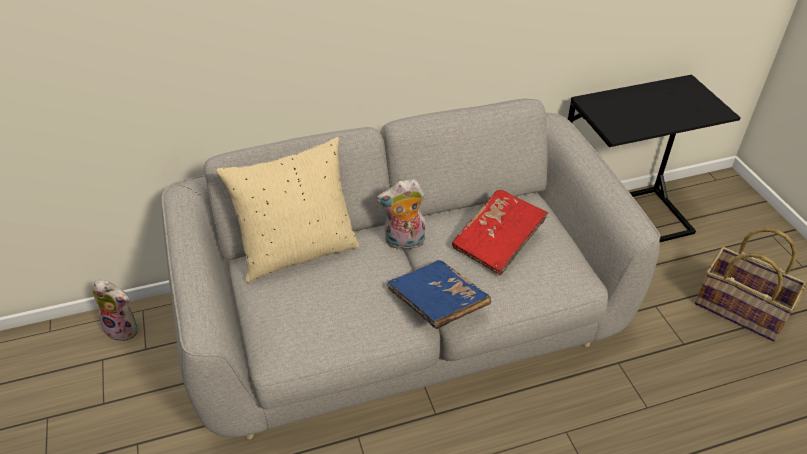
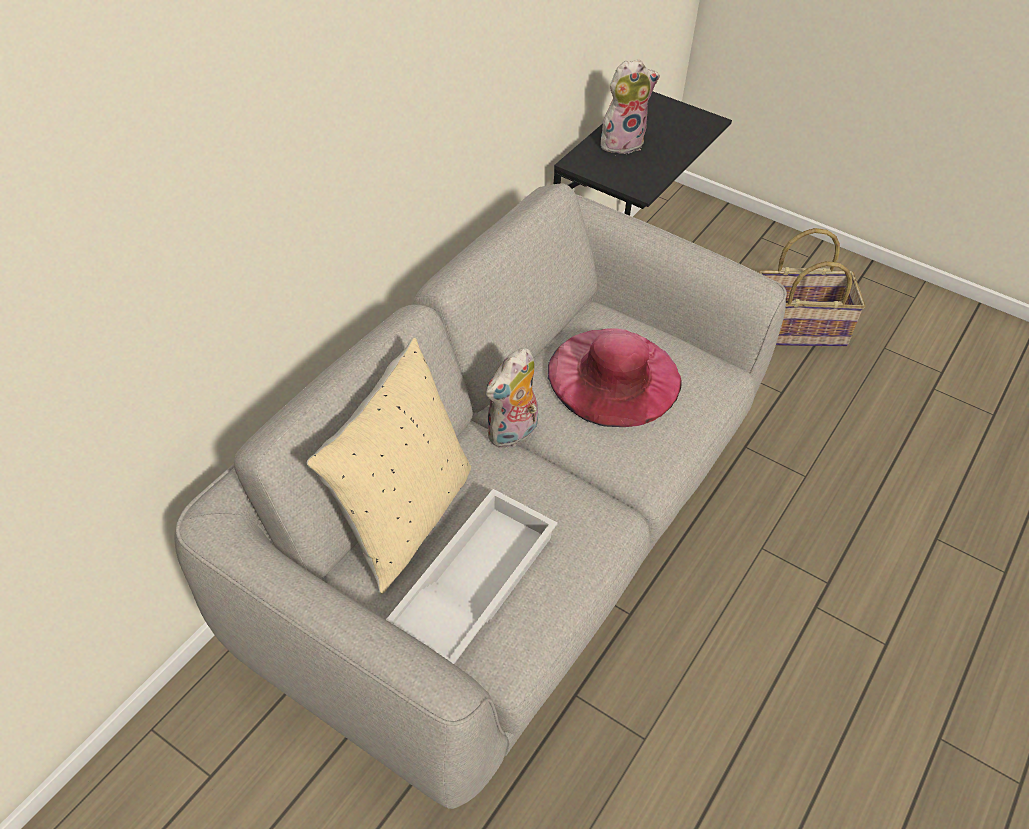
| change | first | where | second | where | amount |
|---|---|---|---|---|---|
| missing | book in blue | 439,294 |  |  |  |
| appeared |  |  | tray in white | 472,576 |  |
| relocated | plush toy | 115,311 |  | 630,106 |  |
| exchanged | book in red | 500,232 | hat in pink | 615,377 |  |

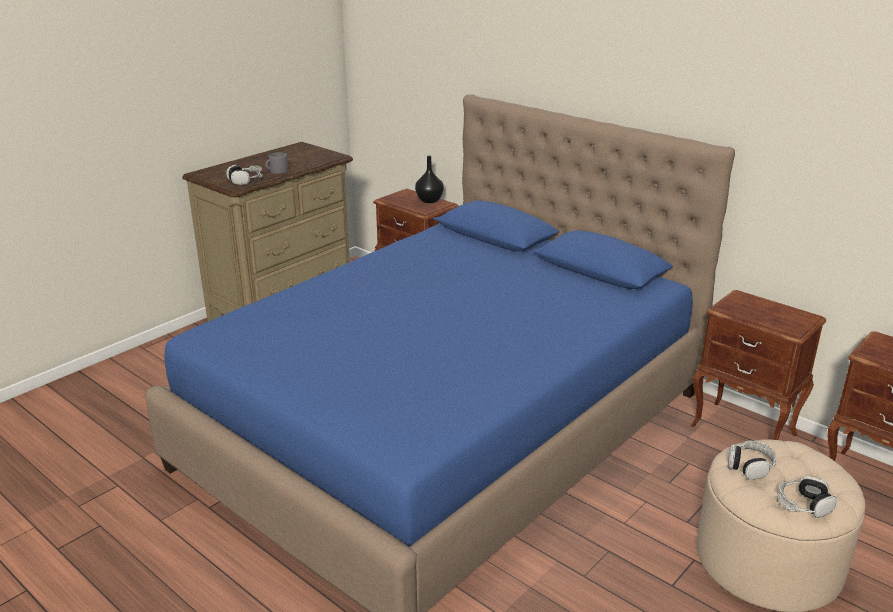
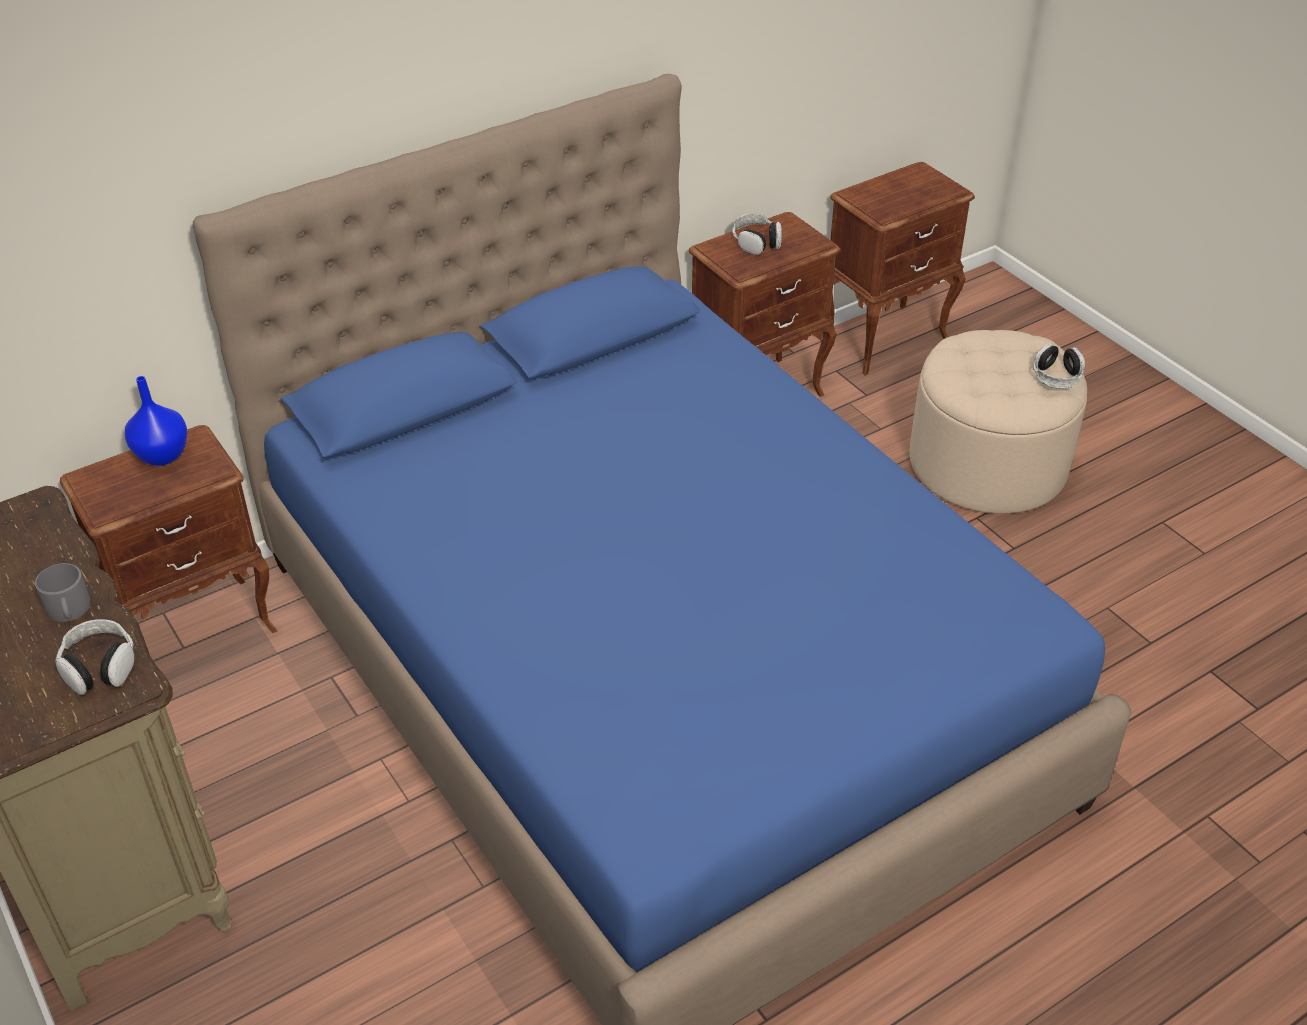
| change | first | where | second | where | amount |
|---|---|---|---|---|---|
| relocated | headphones | 752,460 |  | 757,234 |  |
| colour | vase in black | 429,179 | vase in blue | 156,421 |  |

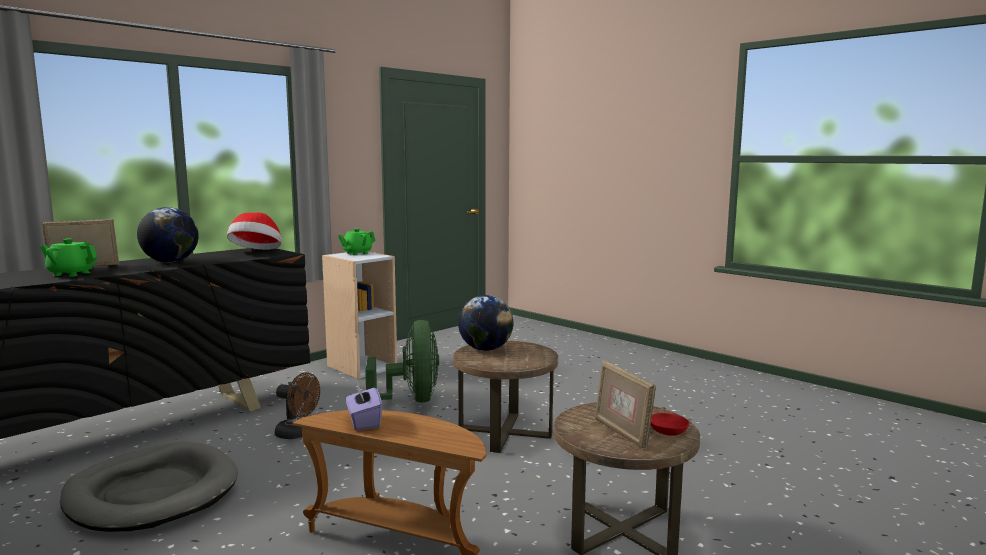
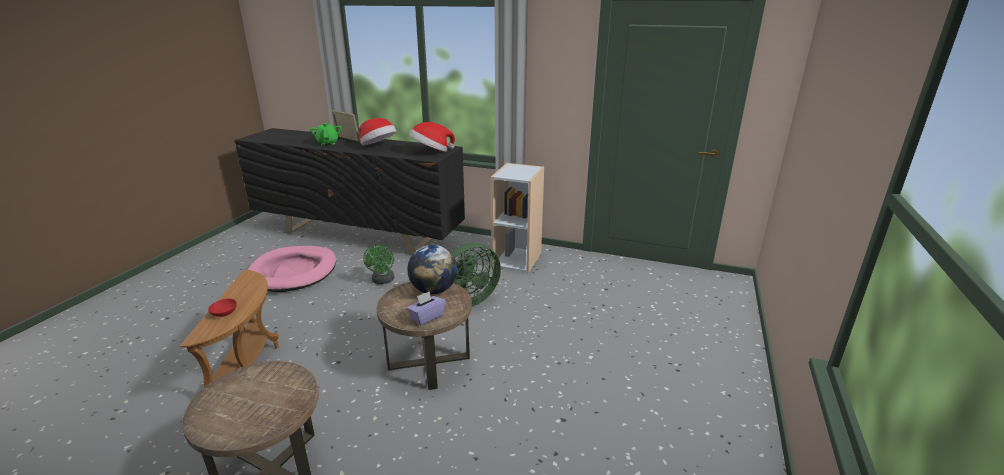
| change | first | where | second | where | amount |
|---|---|---|---|---|---|
| missing | teapot in green | 356,241 |  |  |  |
| missing | picture frame | 625,404 |  |  |  |
| relocated | tissue box in purple | 364,406 |  | 426,308 |  |
| relocated | bowl in red | 670,424 |  | 222,308 |  |
| exchanged | globe | 168,235 | hat | 378,131 |  |
| colour | dog bed in grey | 149,487 | dog bed in pink | 291,269 |  |
| colour | fan in brown | 297,405 | fan in green | 378,264 |  |

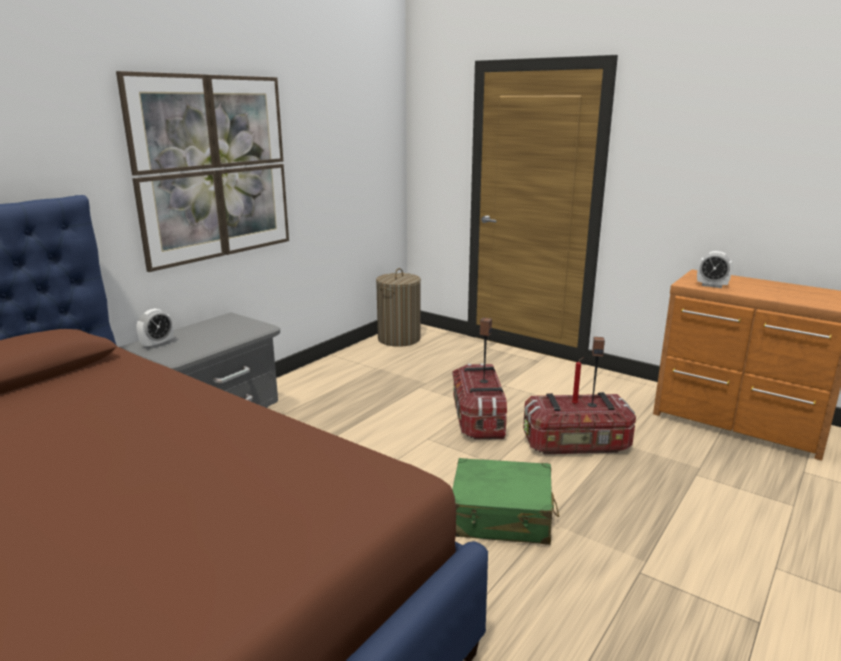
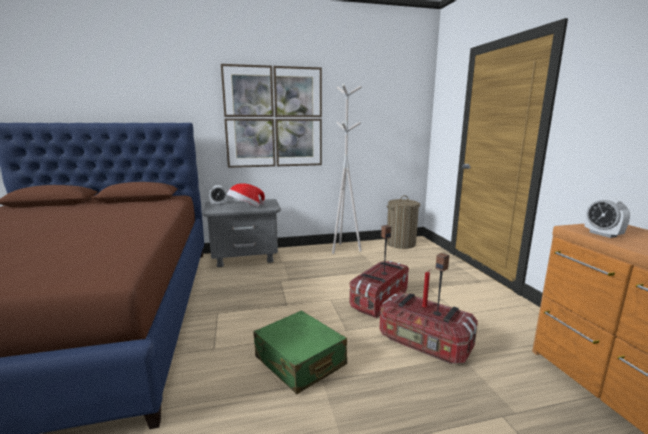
| change | first | where | second | where | amount |
|---|---|---|---|---|---|
| appeared |  |  | hat | 246,195 |  |
| appeared |  |  | clothes rack in grey | 347,169 |  |

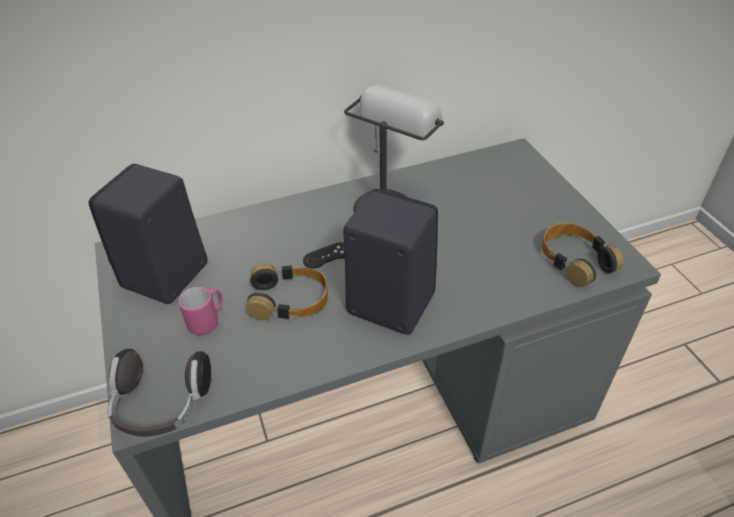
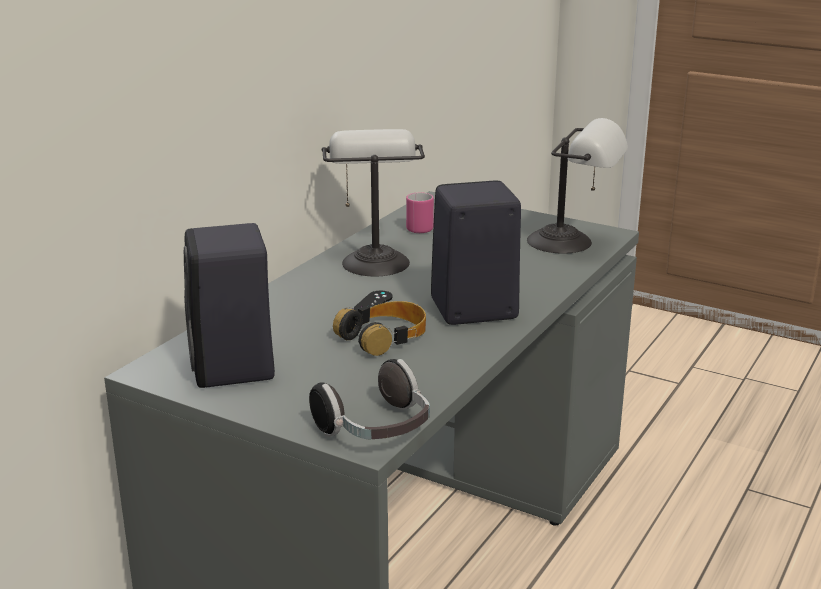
| change | first | where | second | where | amount |
|---|---|---|---|---|---|
| relocated | mug in pink | 200,311 |  | 420,212 |  |
| exchanged | headphones | 583,255 | table lamp | 577,186 |  |

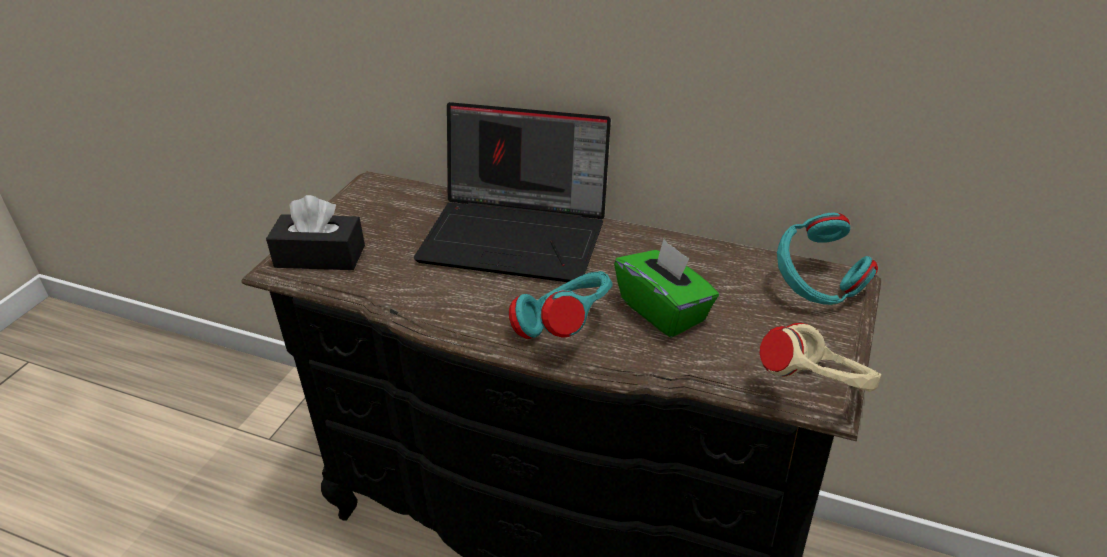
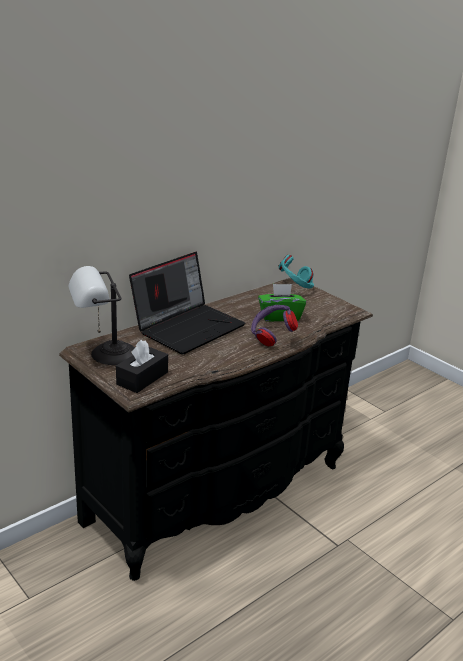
| change | first | where | second | where | amount |
|---|---|---|---|---|---|
| missing | headphones in beige | 820,357 |  |  |  |
| appeared |  |  | table lamp | 102,315 |  |
| colour | headphones in turquoise | 560,305 | headphones in purple | 274,325 |  |

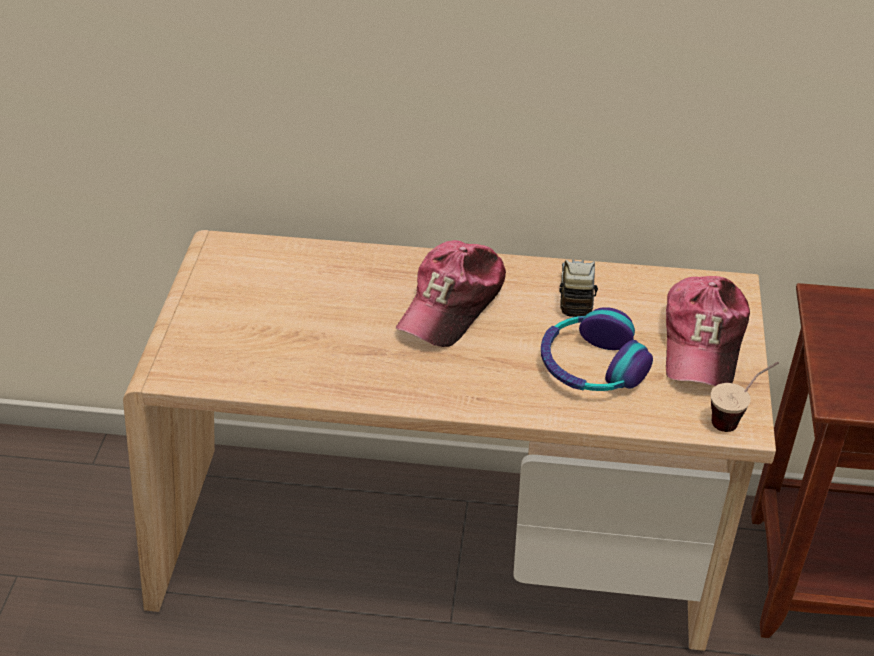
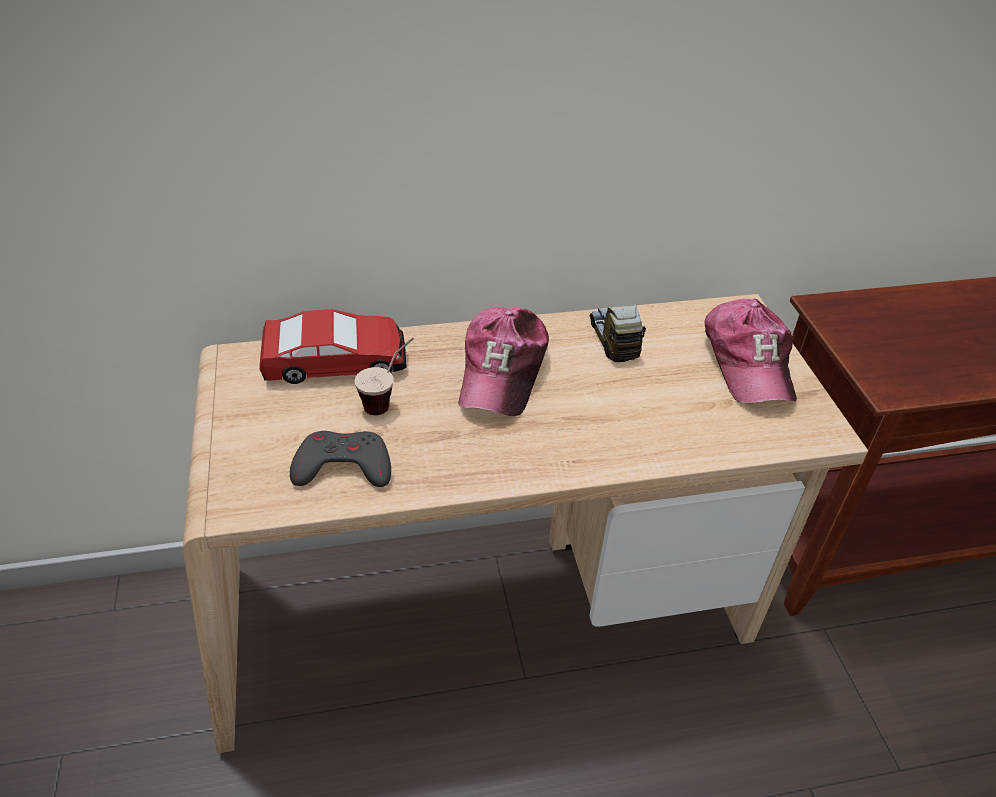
| change | first | where | second | where | amount |
|---|---|---|---|---|---|
| missing | headphones | 597,349 |  |  |  |
| appeared |  |  | toy car | 332,346 |  |
| appeared |  |  | game controller in grey | 340,459 |  |
| relocated | cup | 745,397 |  | 384,376 |  |

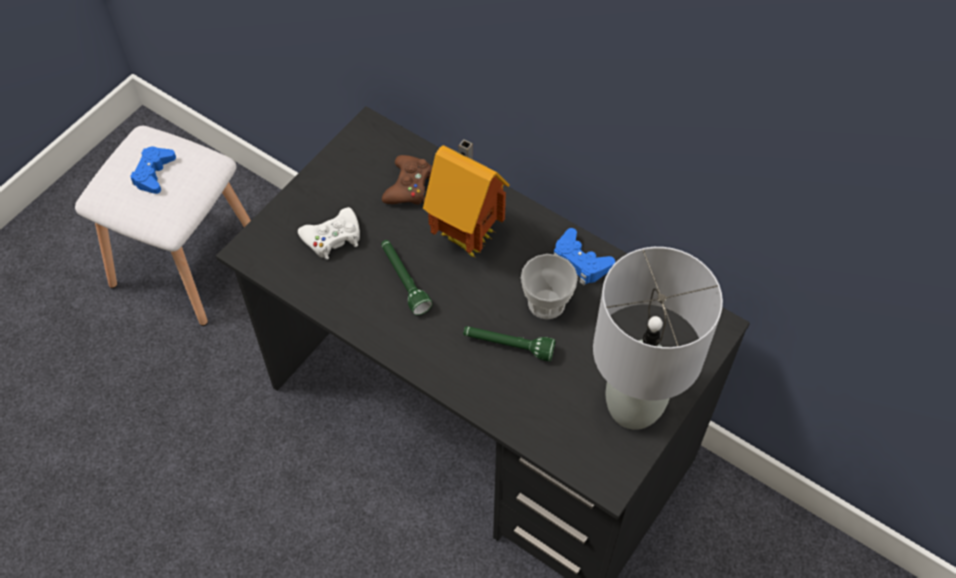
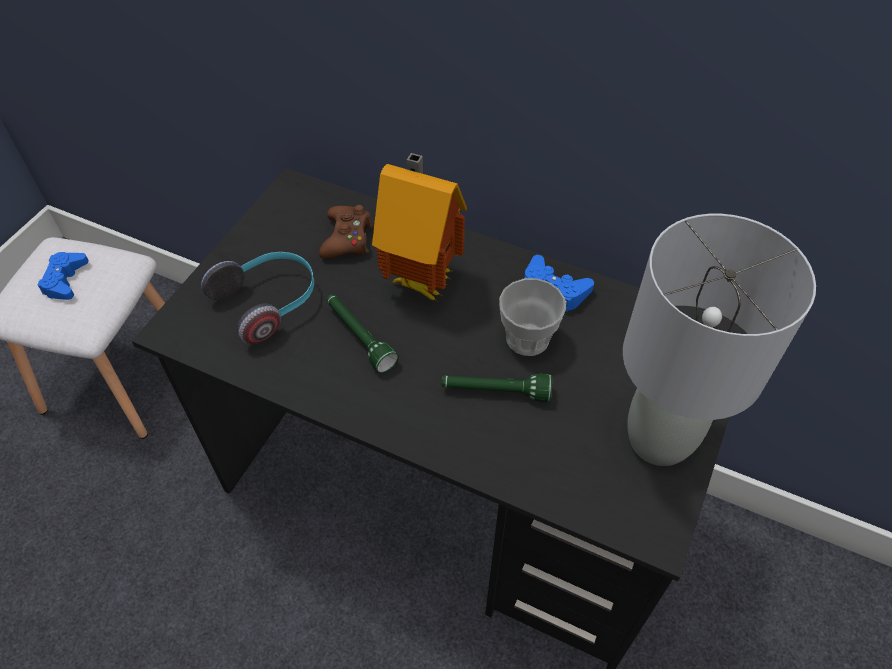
| change | first | where | second | where | amount |
|---|---|---|---|---|---|
| exchanged | game controller in white | 329,233 | headphones | 257,298 |  |

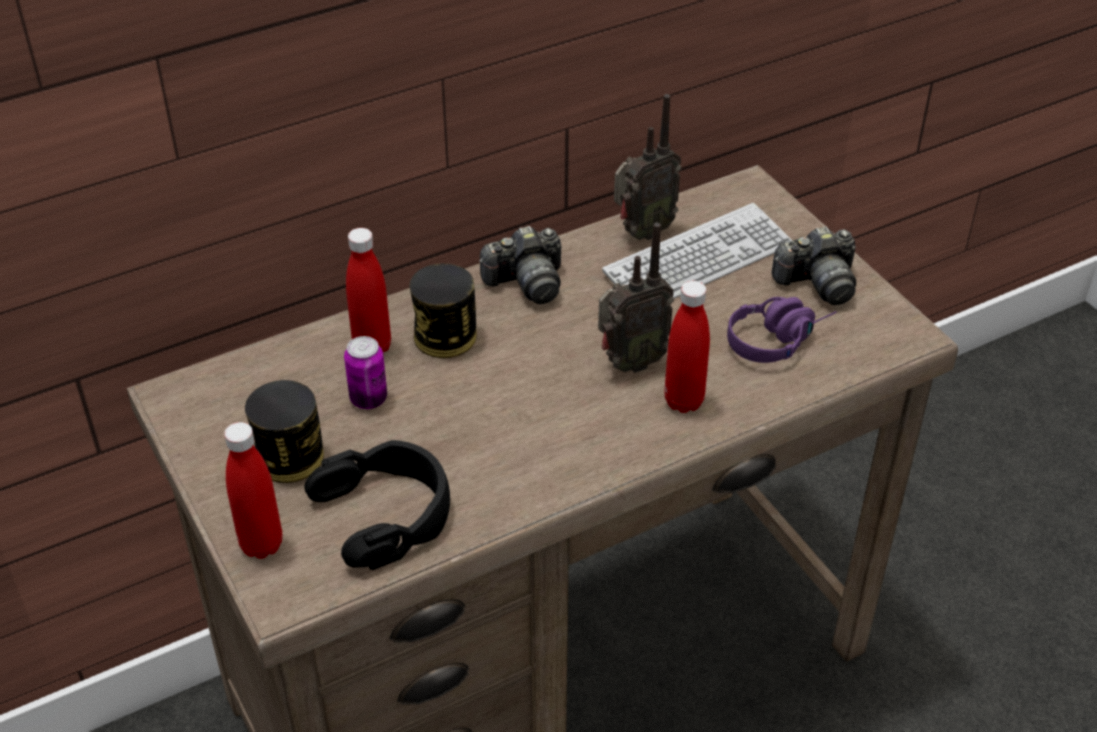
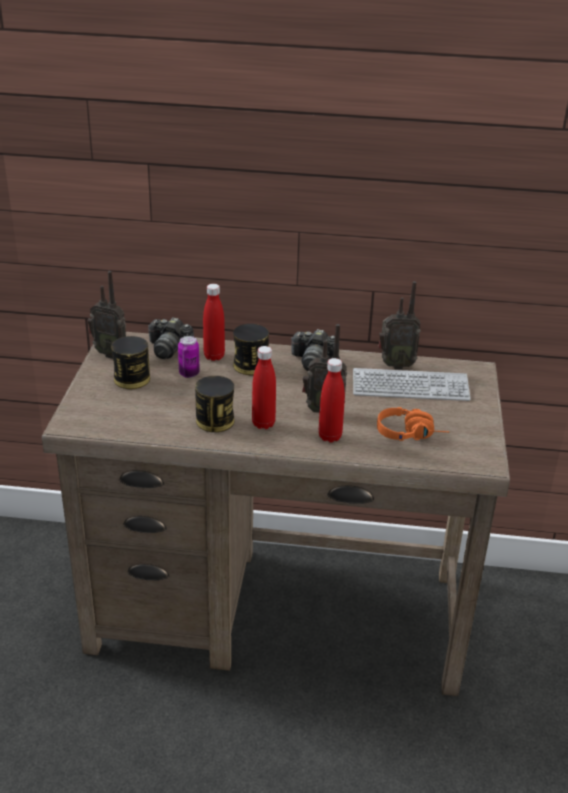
| change | first | where | second | where | amount |
|---|---|---|---|---|---|
| missing | headphones in black | 377,505 |  |  |  |
| appeared |  |  | radio | 107,315 |  |
| appeared |  |  | can | 214,404 |  |
| relocated | bottle in red | 253,490 |  | 264,387 |  |
| relocated | photo camera | 814,265 |  | 171,338 |  |
| colour | headphones in purple | 782,330 | headphones in orange | 413,424 |  |

